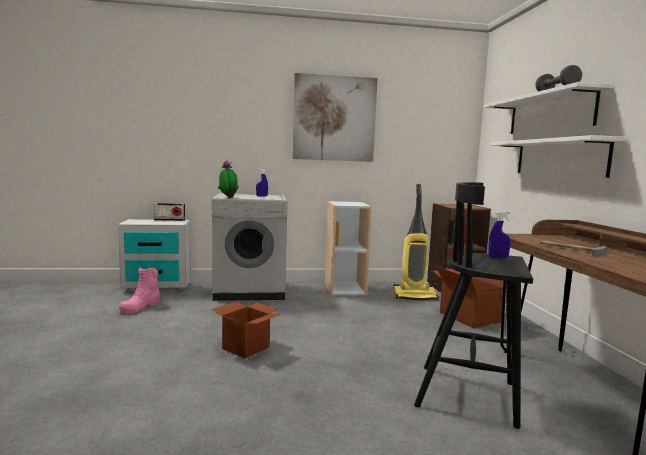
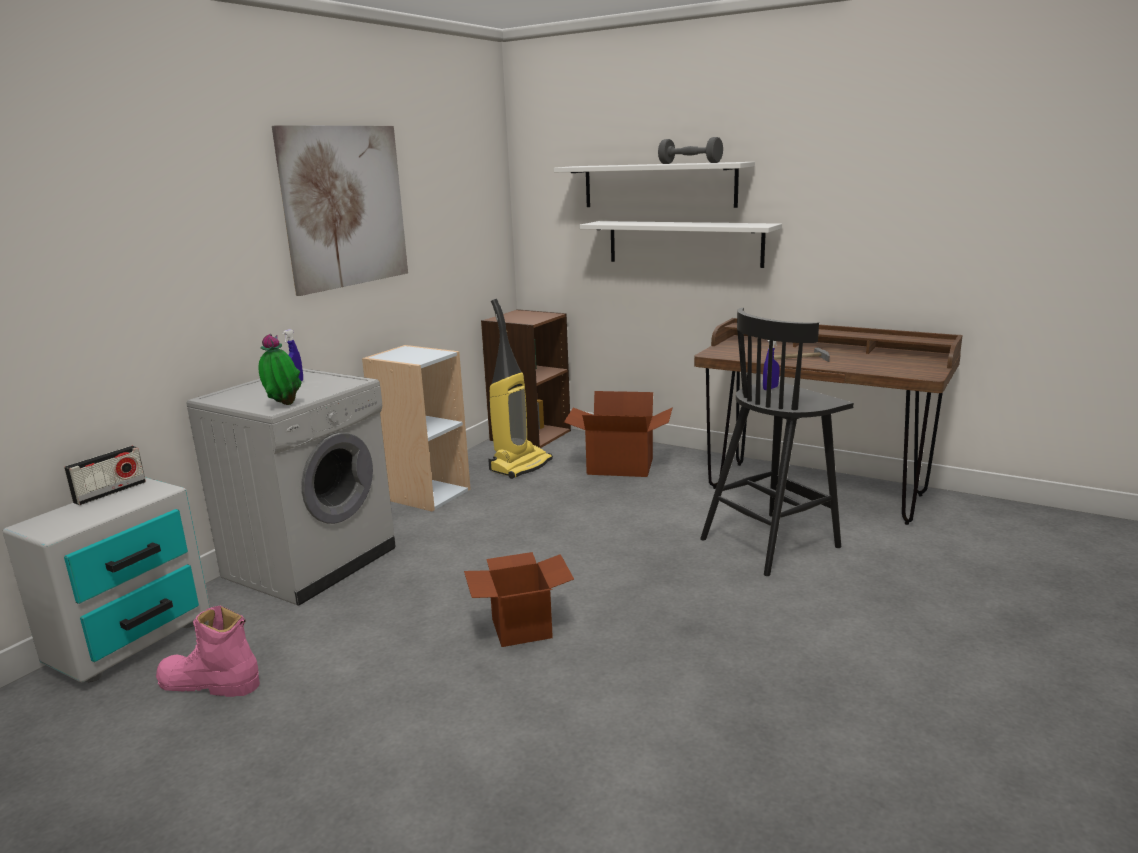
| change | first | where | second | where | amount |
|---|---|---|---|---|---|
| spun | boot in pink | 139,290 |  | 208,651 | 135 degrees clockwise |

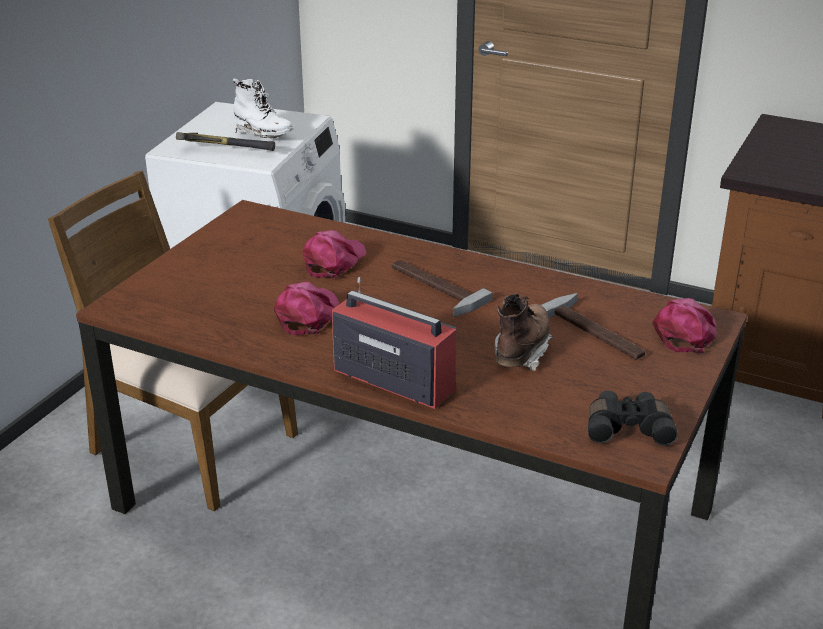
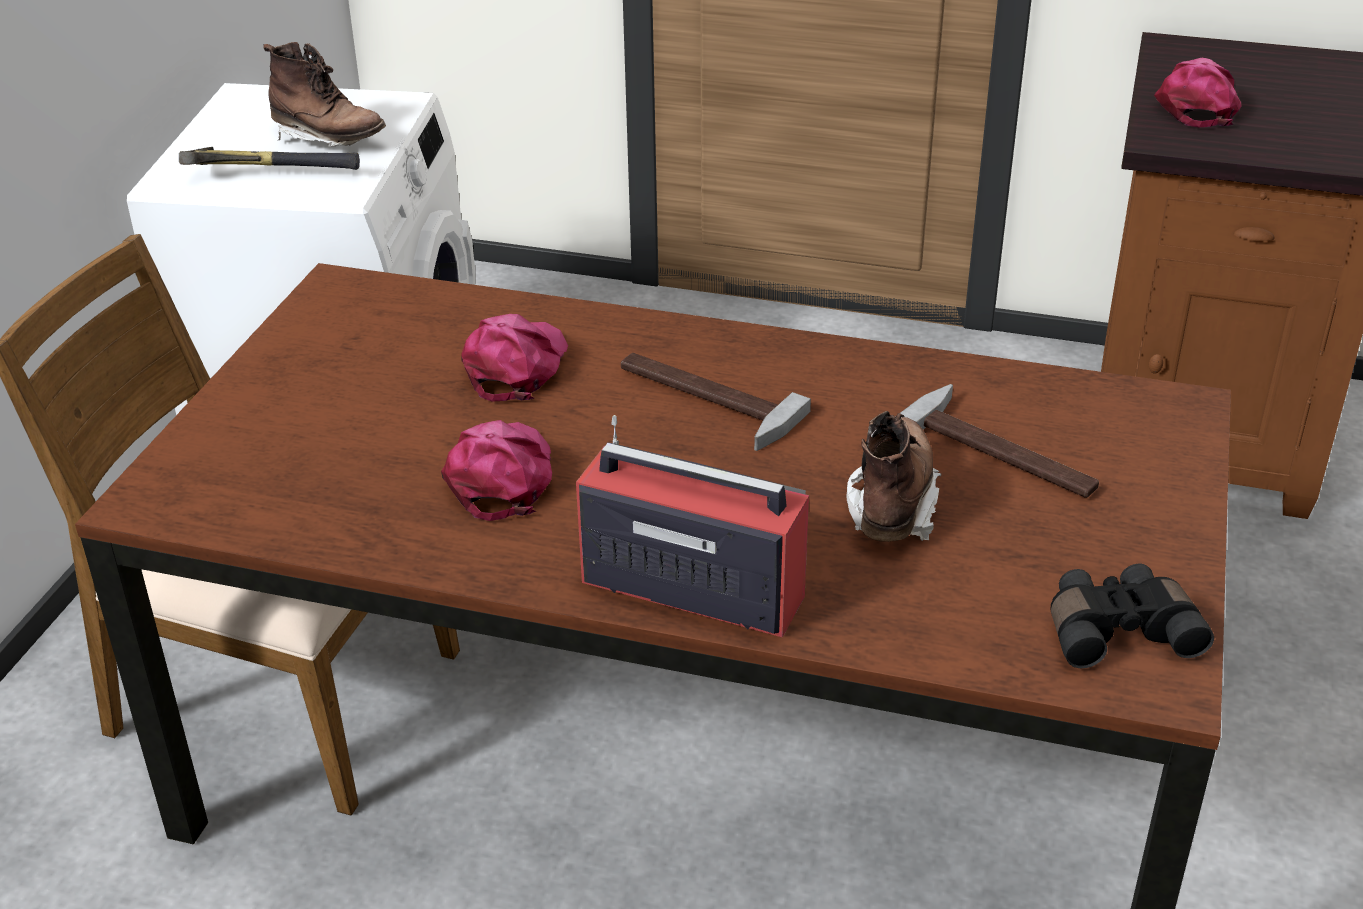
| change | first | where | second | where | amount |
|---|---|---|---|---|---|
| relocated | cap in pink | 684,325 |  | 1198,92 |  |
| colour | boot in white | 264,109 | boot in brown | 324,94 |  |

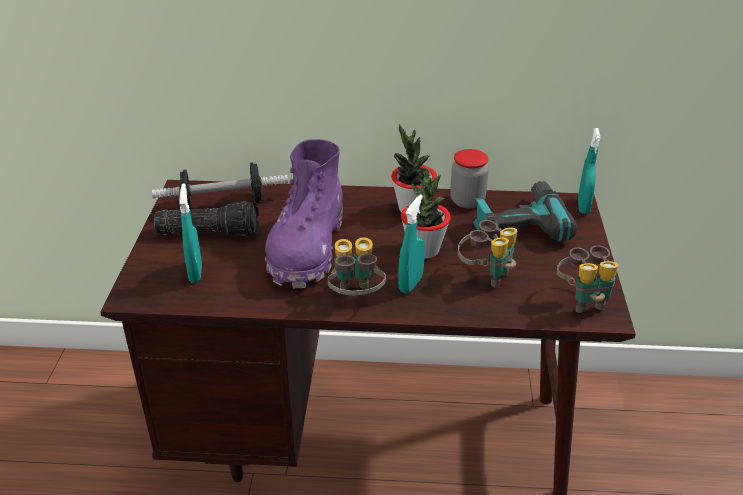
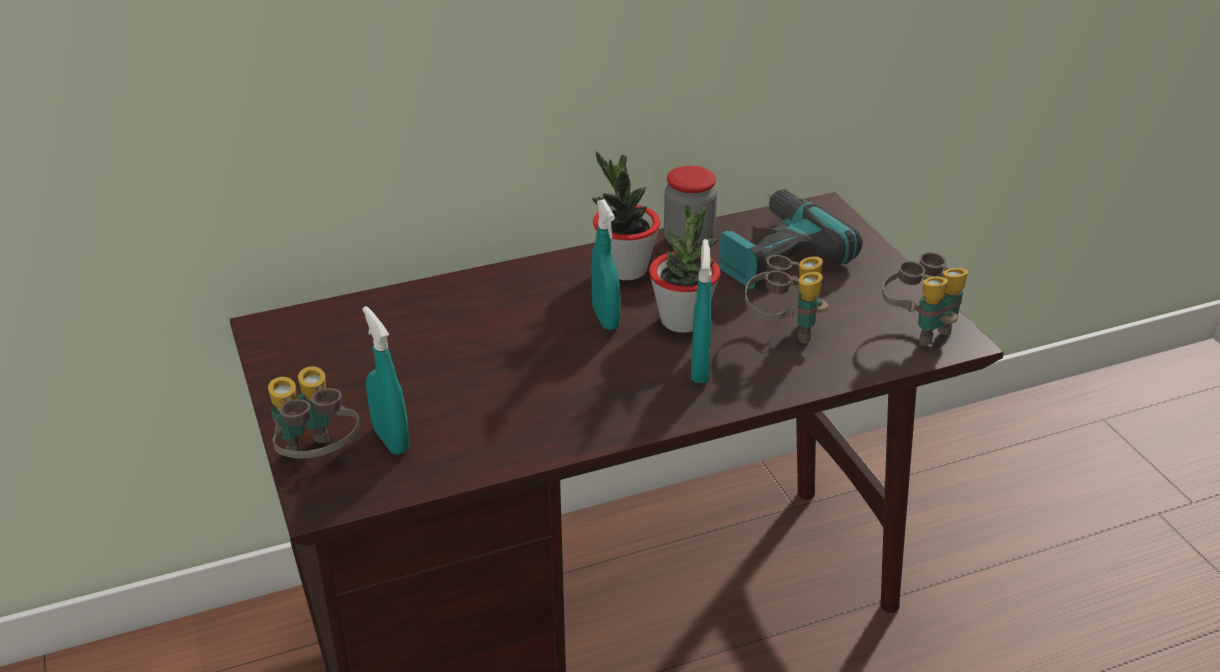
| change | first | where | second | where | amount |
|---|---|---|---|---|---|
| missing | dumbbell | 220,185 |  |  |  |
| missing | flashlight | 207,219 |  |  |  |
| missing | boot in purple | 304,214 |  |  |  |
| relocated | binoculars | 357,266 |  | 314,412 |  |
| relocated | spray bottle in turquoise | 589,171 |  | 605,264 |  |

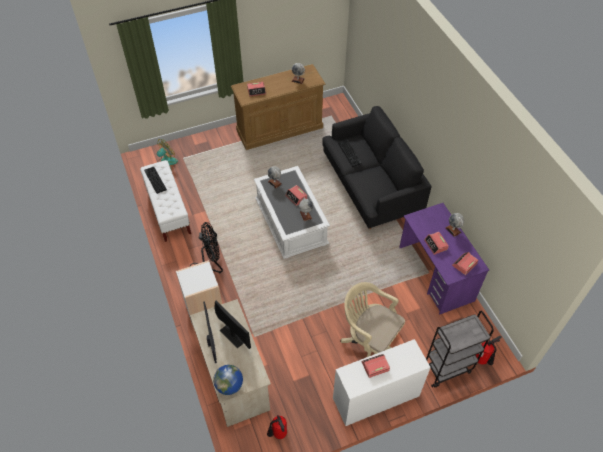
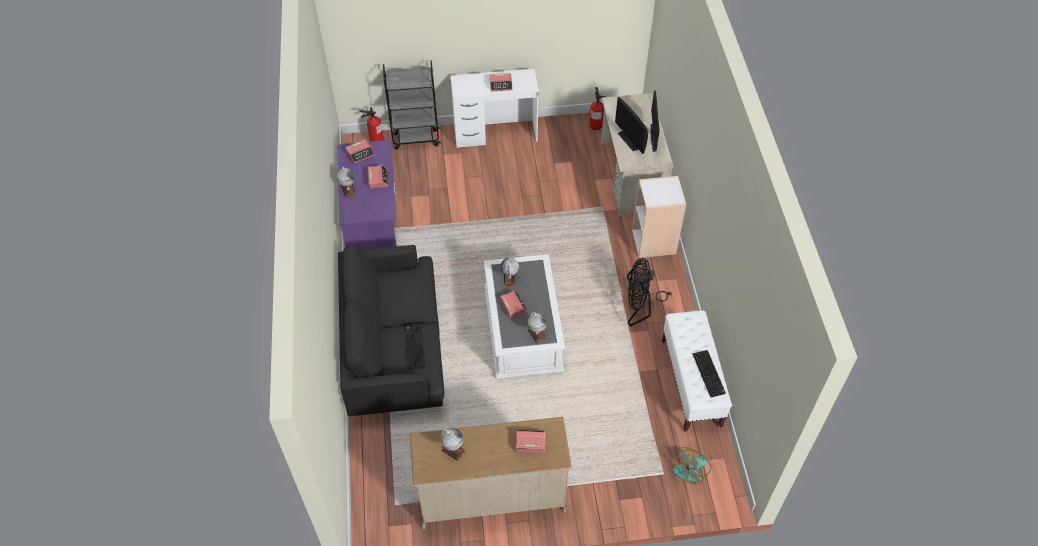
| change | first | where | second | where | amount |
|---|---|---|---|---|---|
| missing | globe | 228,380 |  |  |  |
| missing | office chair in beige | 372,319 |  |  |  |

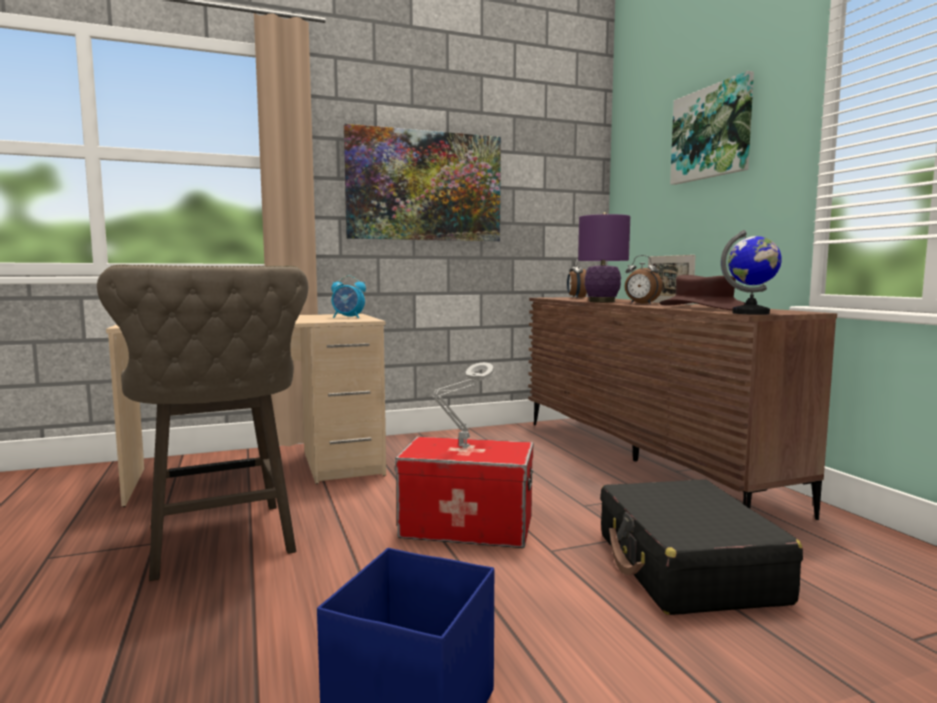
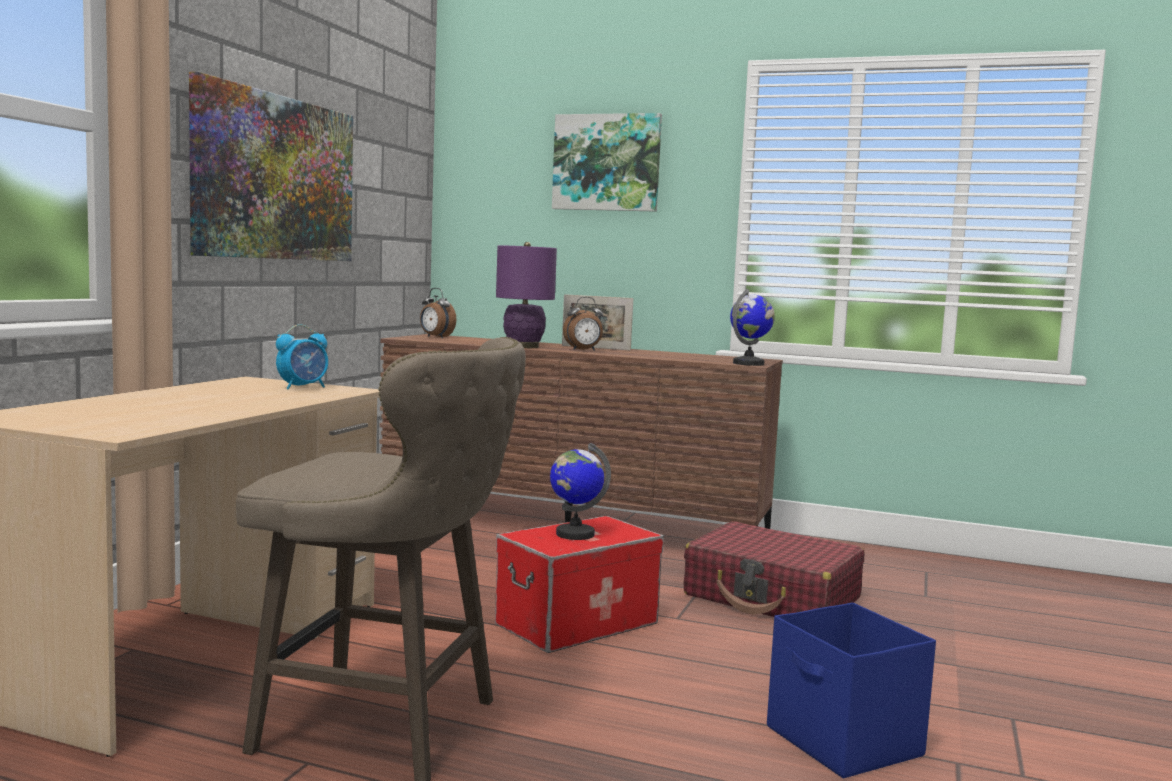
| change | first | where | second | where | amount |
|---|---|---|---|---|---|
| missing | hat in brown | 702,292 |  |  |  |
| exchanged | table lamp in grey | 463,405 | globe | 580,491 |  |
| colour | suitcase in black | 701,547 | suitcase in red | 774,569 |  |

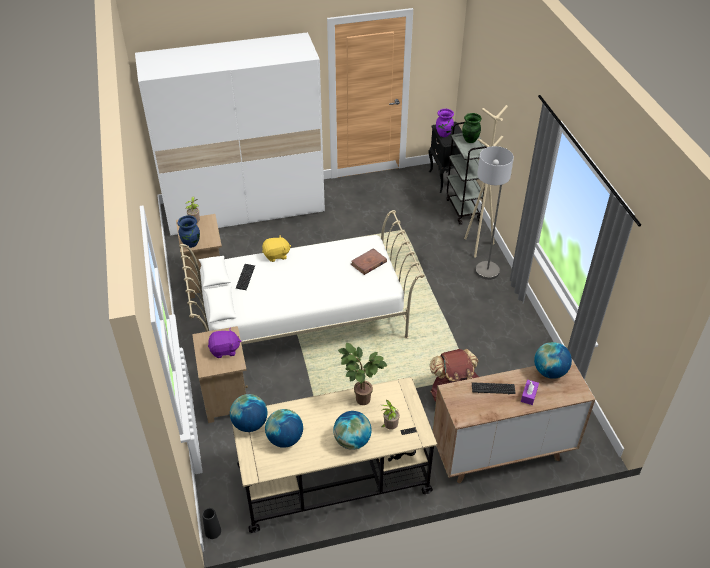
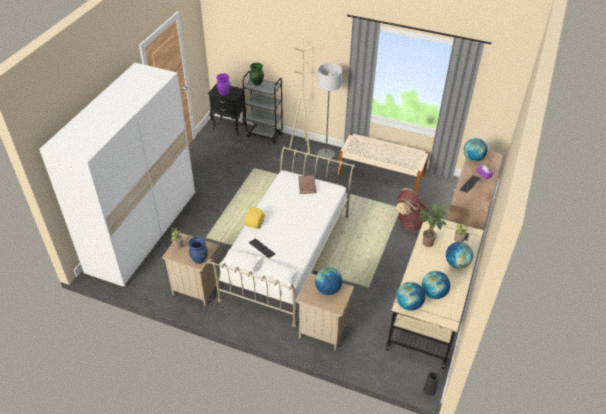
| change | first | where | second | where | amount |
|---|---|---|---|---|---|
| appeared |  |  | bench in beige | 383,163 |  |
| exchanged | plush toy in purple | 224,342 | globe | 328,281 |  |

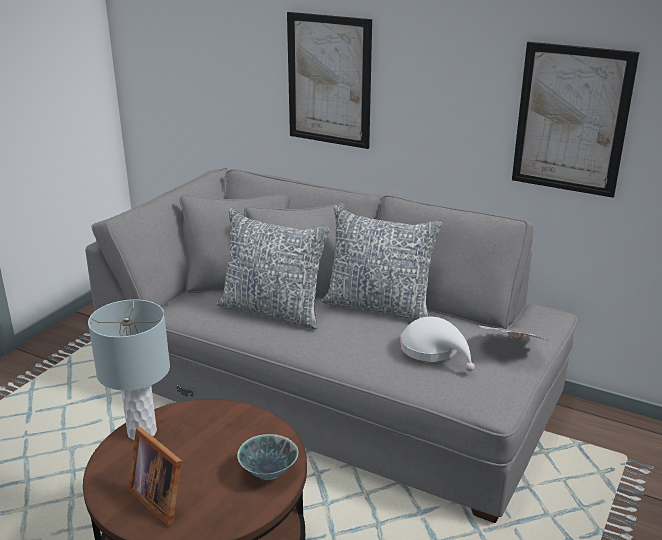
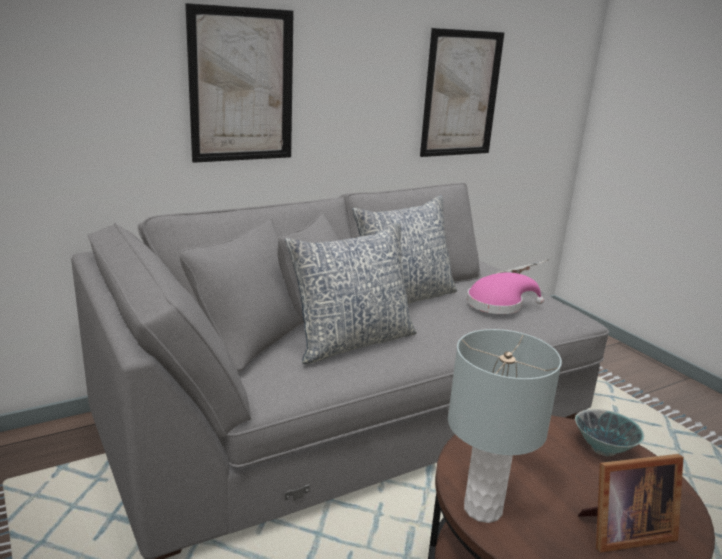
| change | first | where | second | where | amount |
|---|---|---|---|---|---|
| colour | hat in white | 437,344 | hat in pink | 505,293 |  |

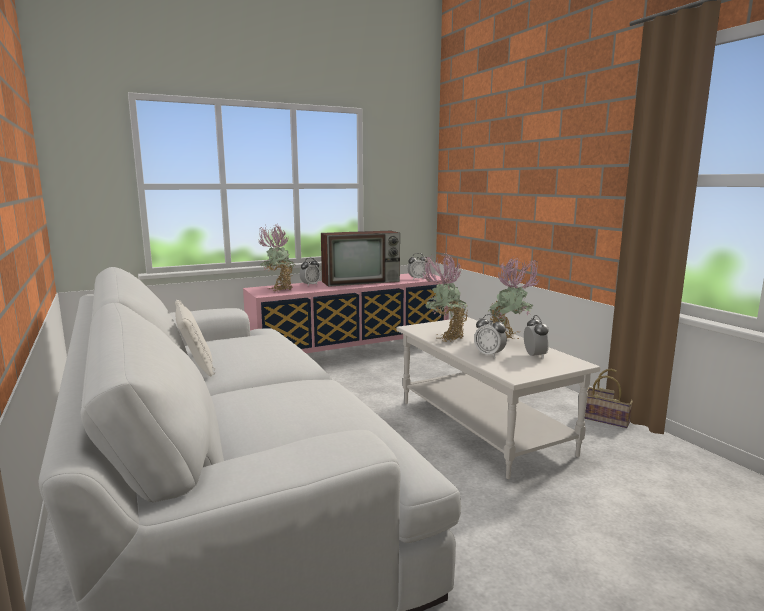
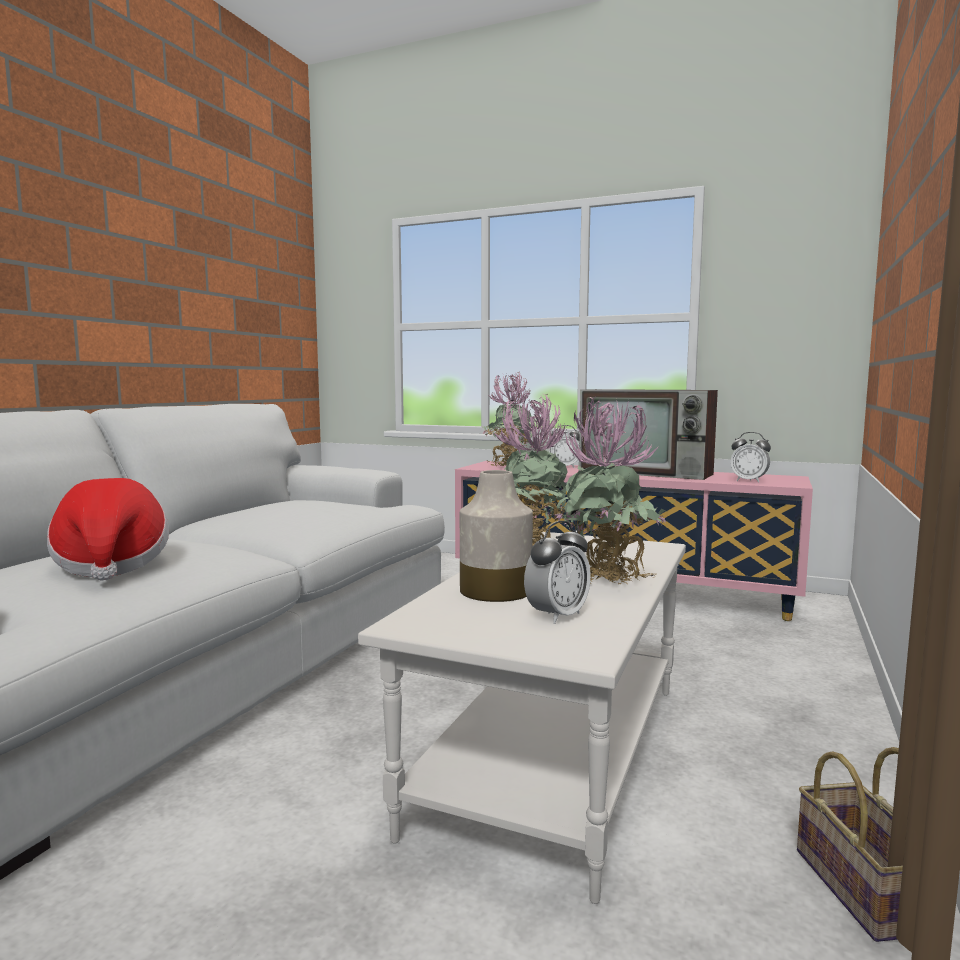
| change | first | where | second | where | amount |
|---|---|---|---|---|---|
| missing | pillow in white | 195,338 |  |  |  |
| appeared |  |  | hat | 108,529 |  |
| exchanged | alarm clock | 490,336 | vase in beige | 496,536 |  |

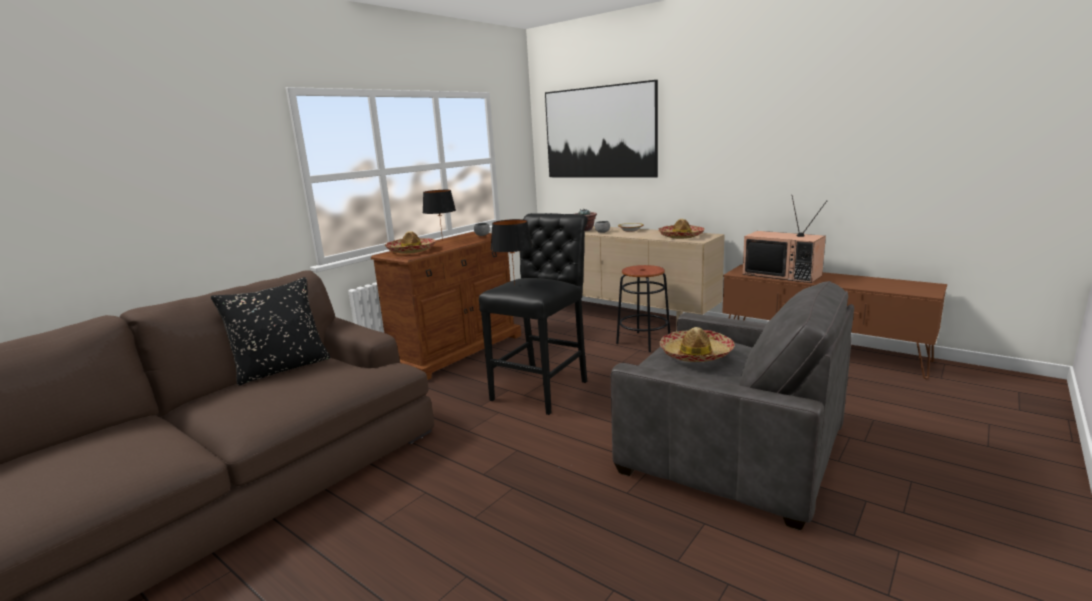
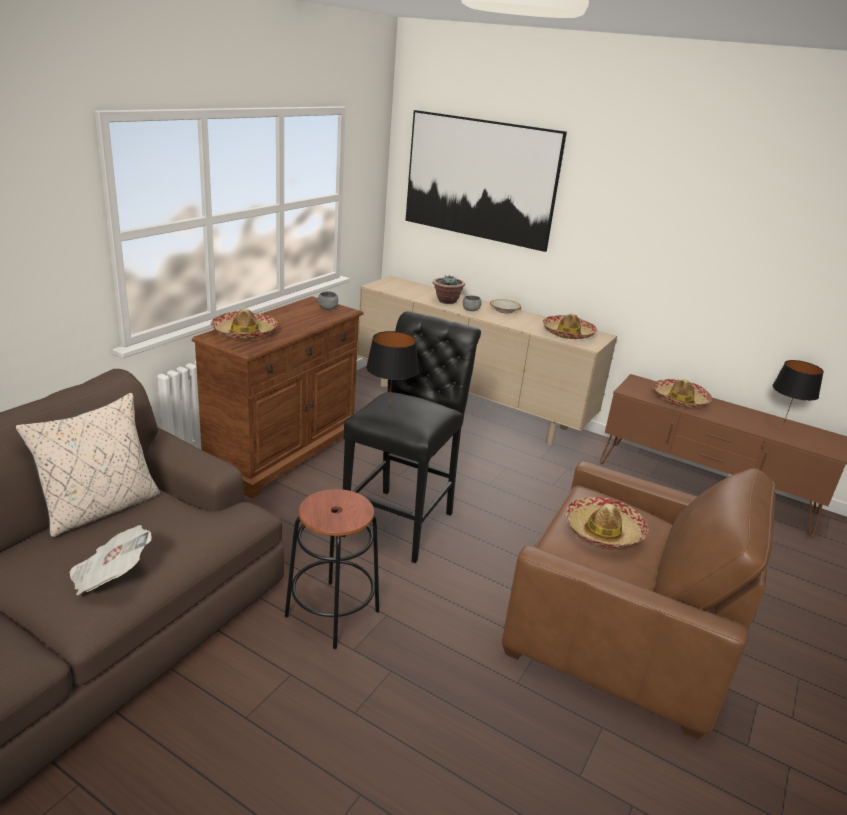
| change | first | where | second | where | amount |
|---|---|---|---|---|---|
| appeared |  |  | newspaper | 110,560 |  |
| relocated | table lamp in black | 439,215 |  | 798,392 |  |
| relocated | stool in black | 643,308 |  | 332,569 |  |
| exchanged | television | 785,239 | hat | 682,393 |  |
| colour | pillow in black | 270,331 | pillow in beige | 88,465 |  |
| colour | armchair in grey | 732,406 | armchair in brown | 639,600 |  |

